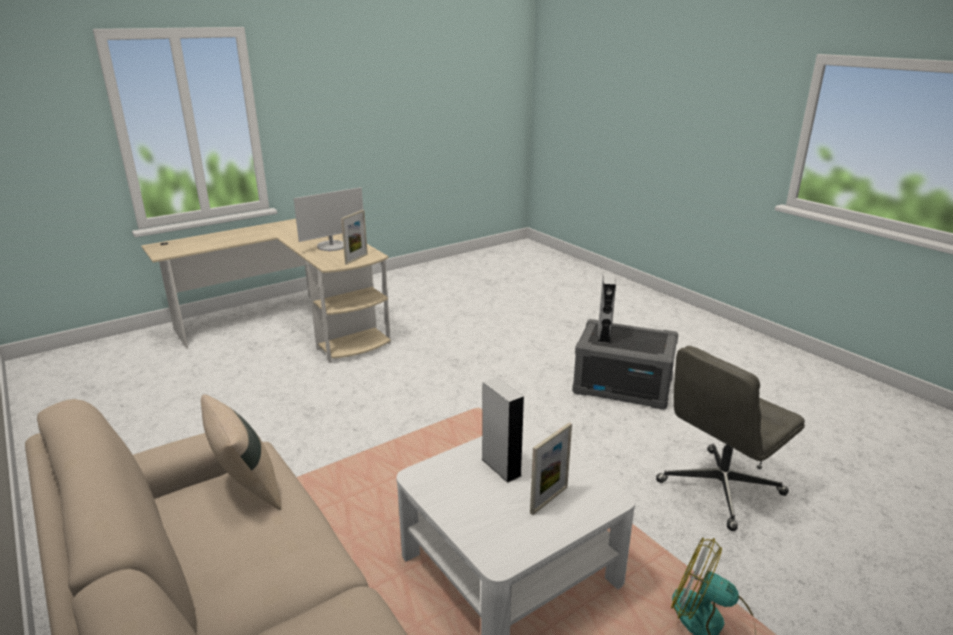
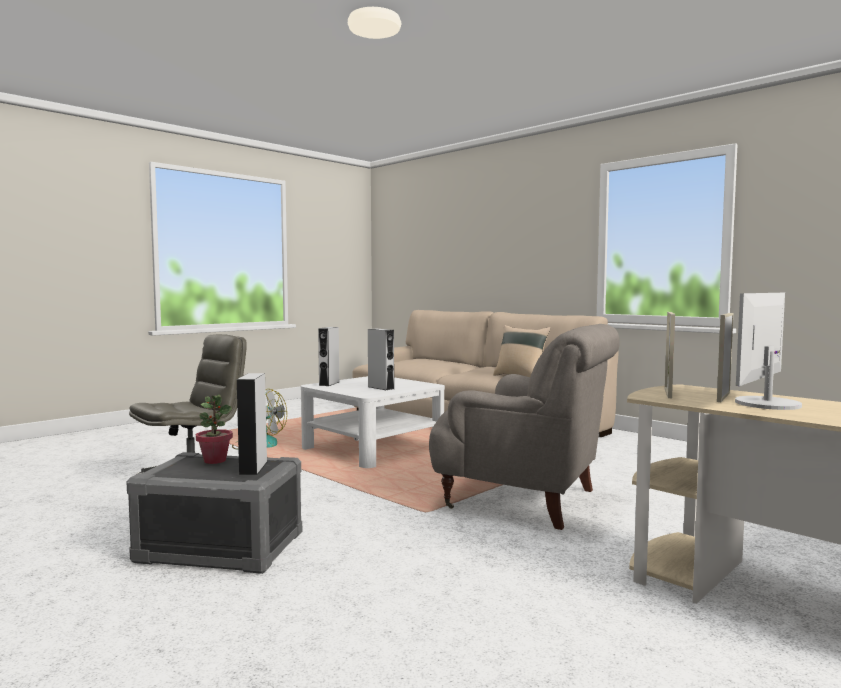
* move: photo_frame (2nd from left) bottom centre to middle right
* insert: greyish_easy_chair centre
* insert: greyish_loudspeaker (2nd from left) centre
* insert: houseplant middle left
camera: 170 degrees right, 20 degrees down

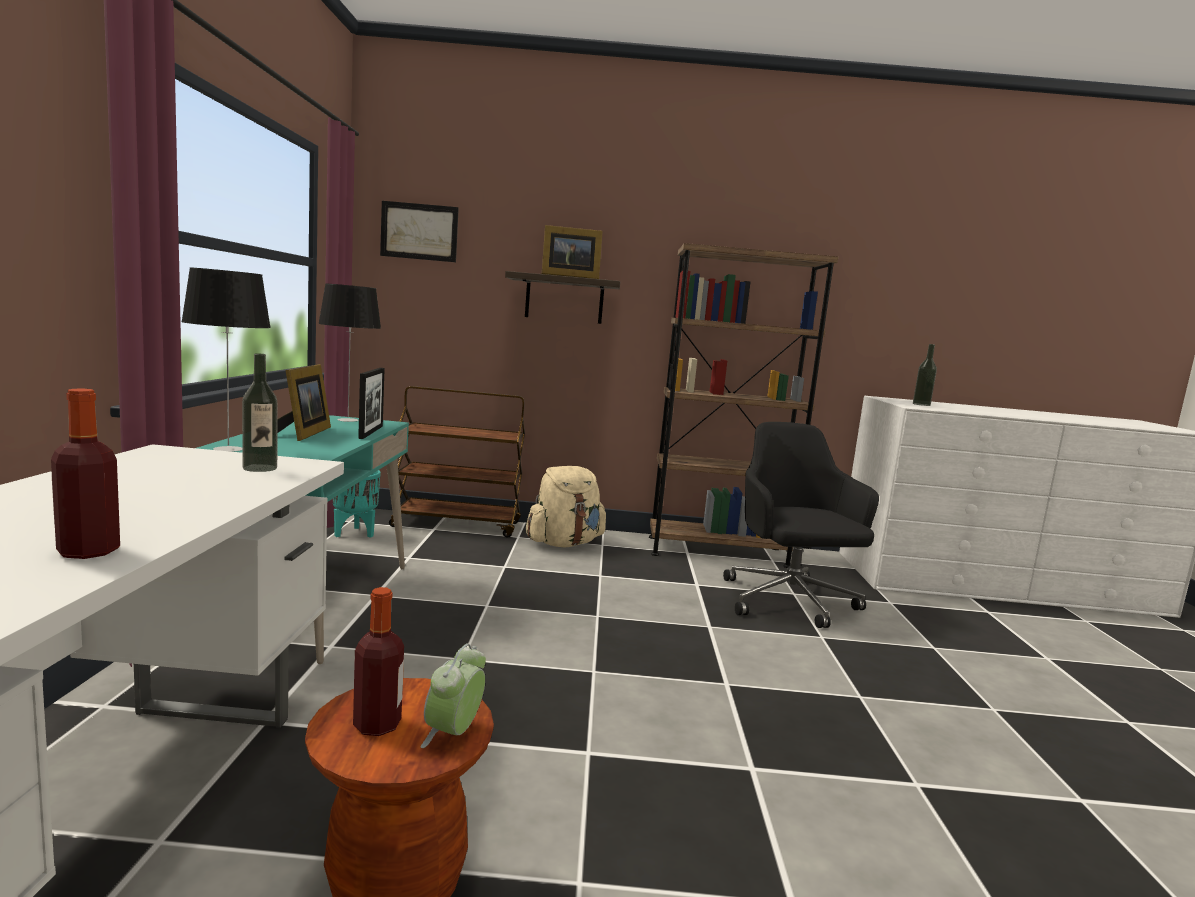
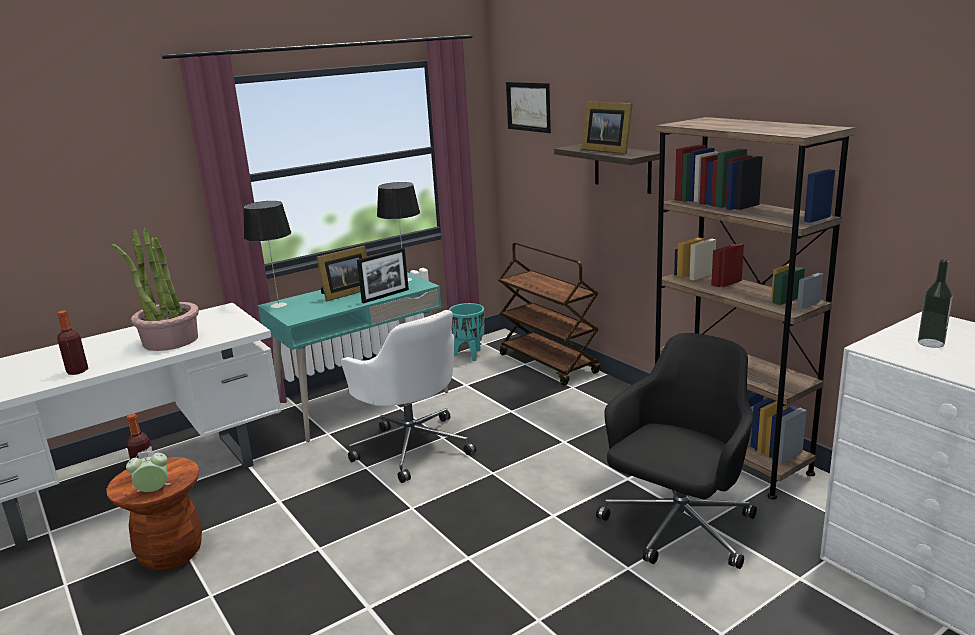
* delete: drink_bottle (2nd from left) middle left
* delete: beige_knapsack centre
* insert: houseplant middle left
* insert: whitish_computer_chair centre
camera: 55 degrees right, 10 degrees up

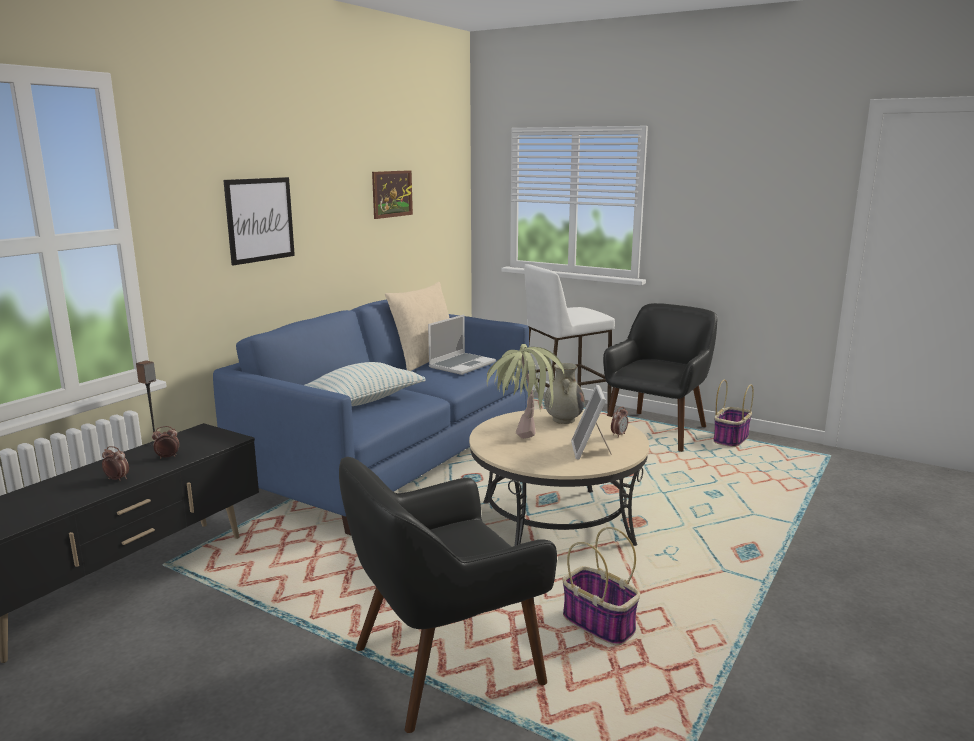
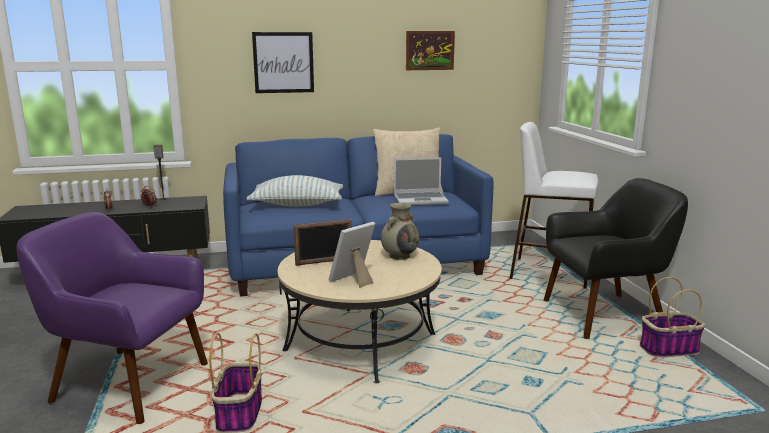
* replace: houseplant centre to photo_frame (1st from left) centre
* delete: bedside_clock (3rd from left) centre
* recolor: blackish_easy_chair (1st from left) bottom centre to purple_easy_chair bottom left
camera: 45 degrees right, 0 degrees up

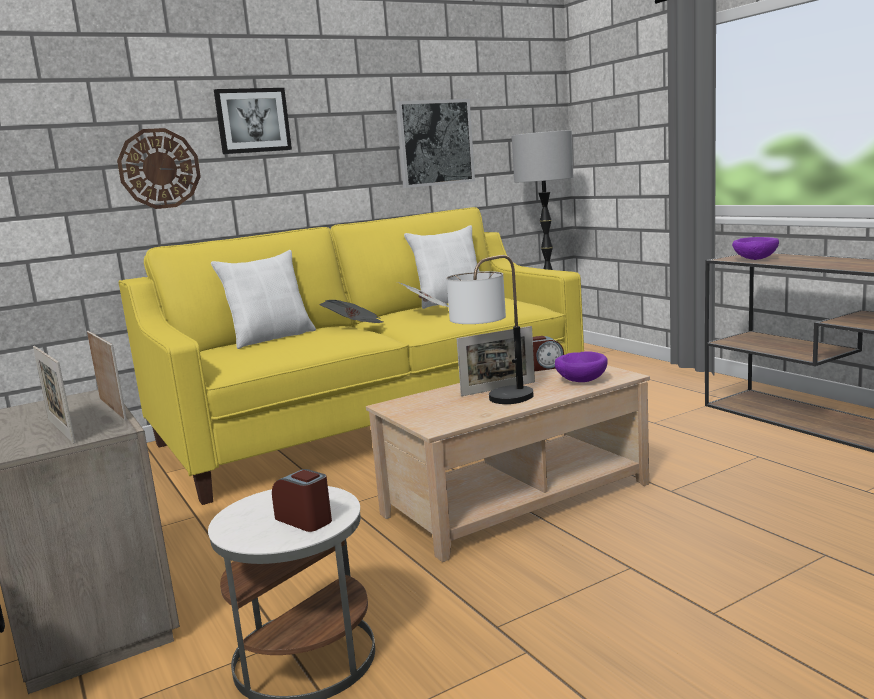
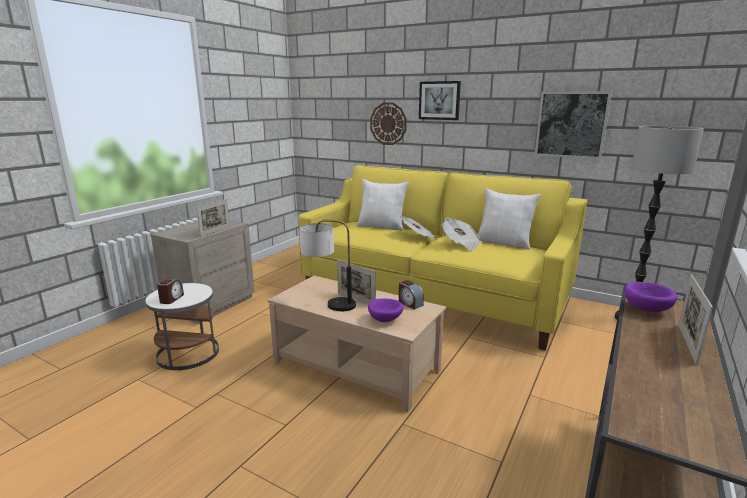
* move: photo_frame (1st from left in the first image) middle left to photo_frame (3rd from left) middle right
camera: 60 degrees right, 5 degrees up

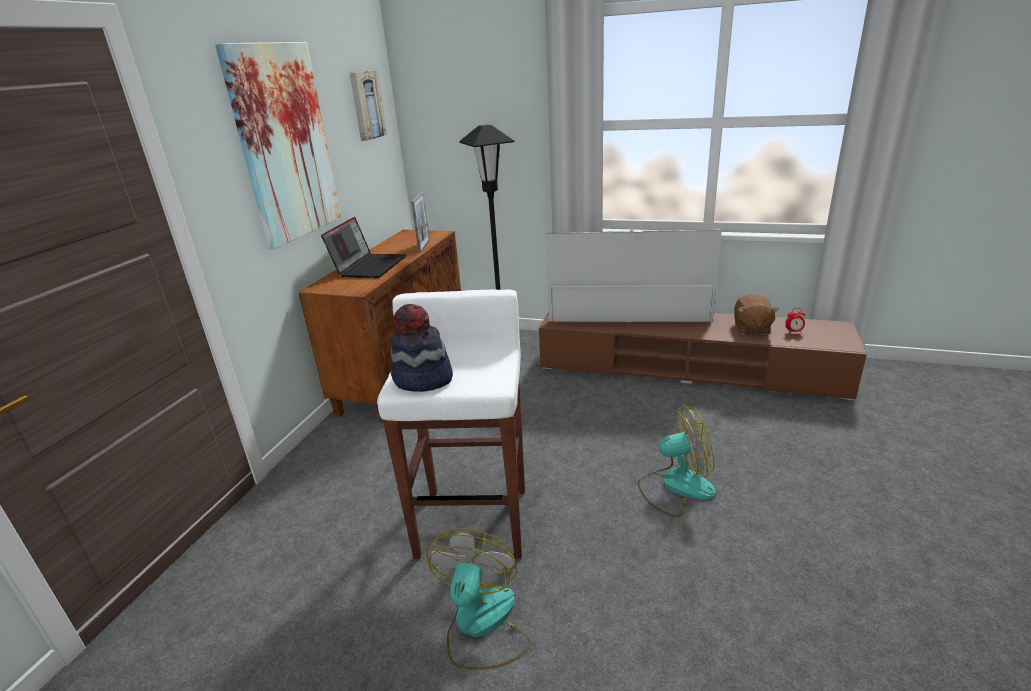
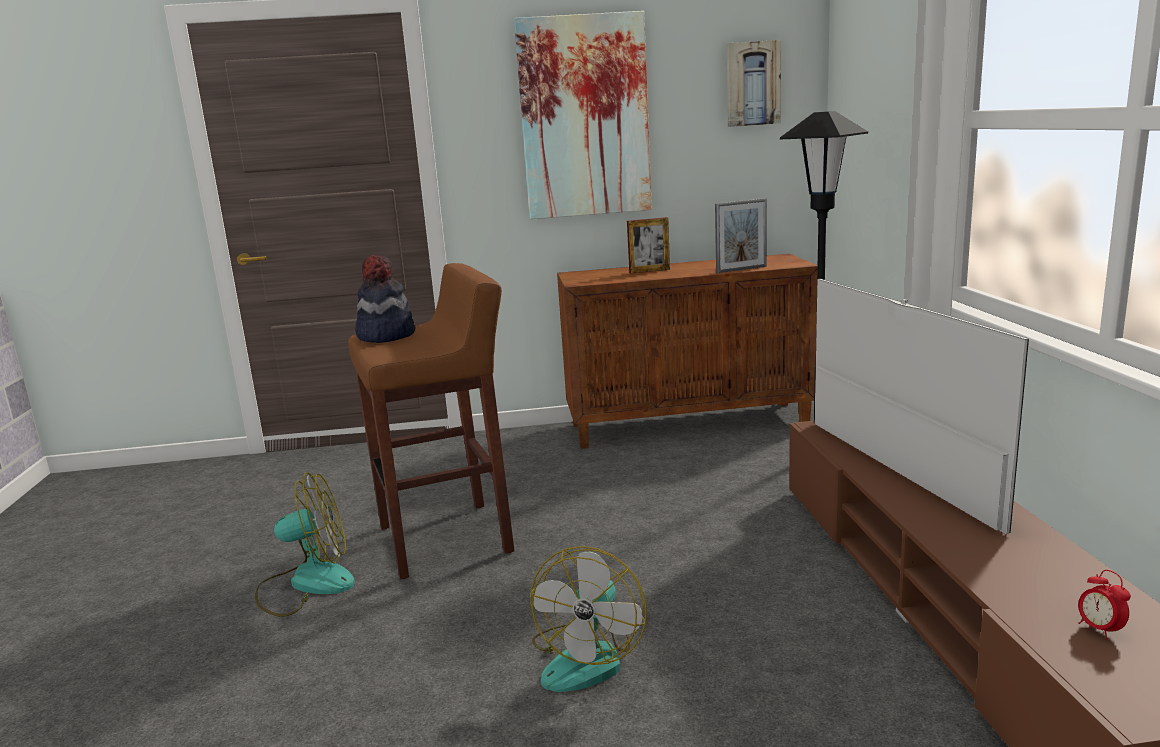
* replace: laptop centre to photo_frame (1st from left) top centre
* recolor: whitish_stool_seat centre to brown_stool_seat centre
* delete: brown_cuddly_toy middle right
* rotate: electric_fan (2nd from left) bottom centre = bottom centre 45 degrees clockwise
camera: 65 degrees right, 10 degrees down

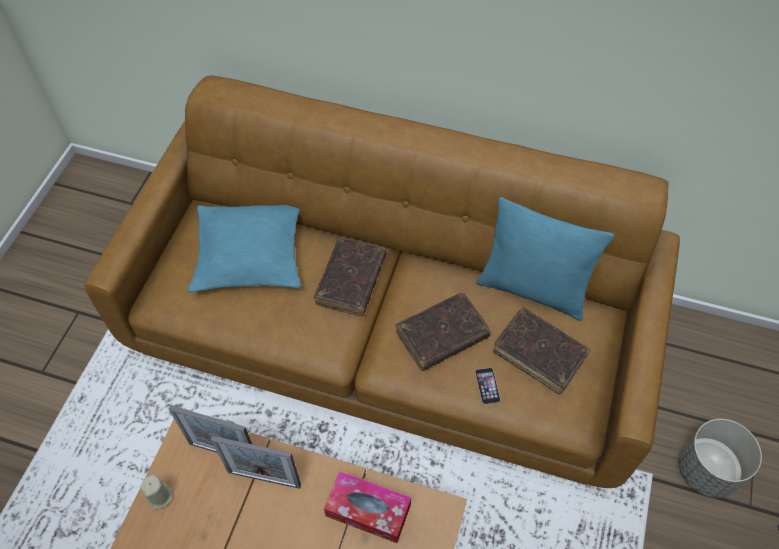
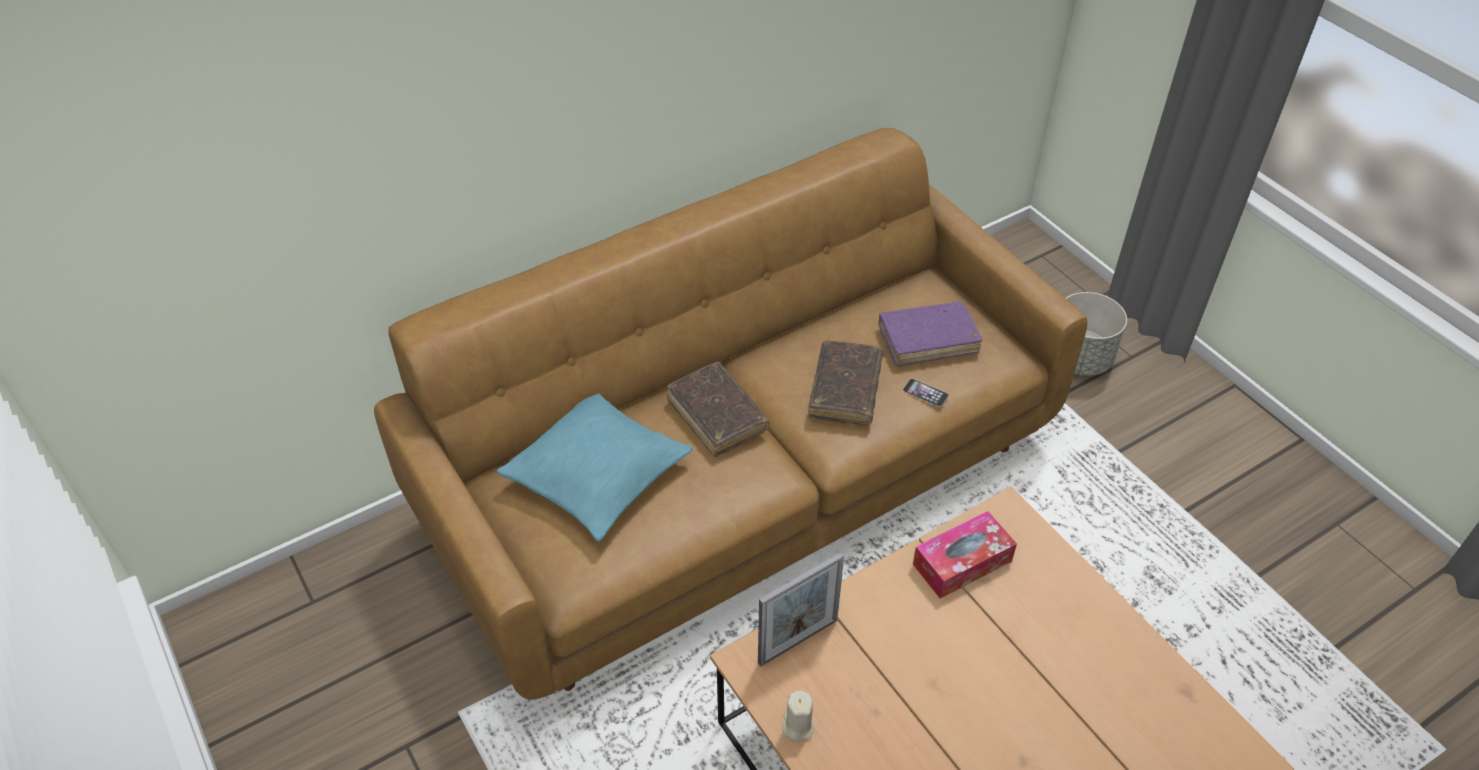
* delete: turquoise-coloured_cushion (2nd from left) middle right
* recolor: brown_bound_book (3rd from left) middle right to purple_bound_book centre
* delete: photo_frame (2nd from left) bottom left
camera: 50 degrees left, 10 degrees down

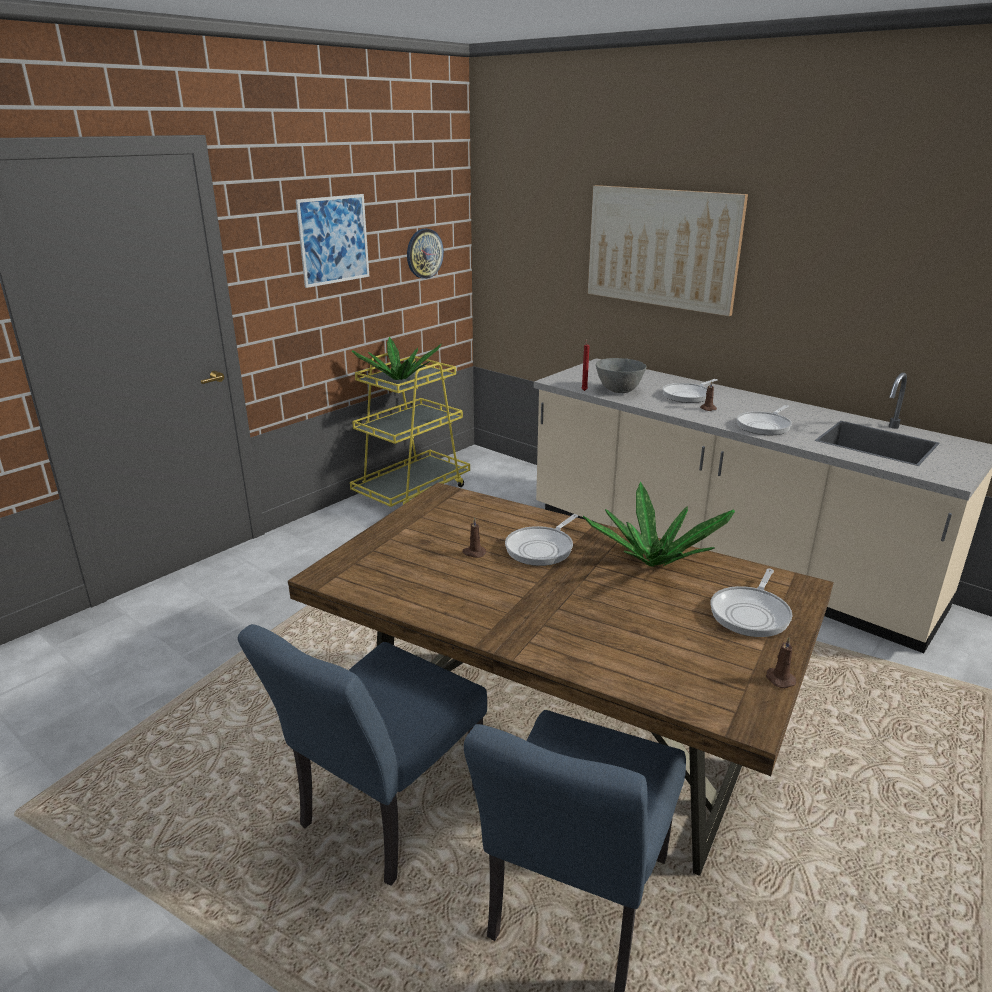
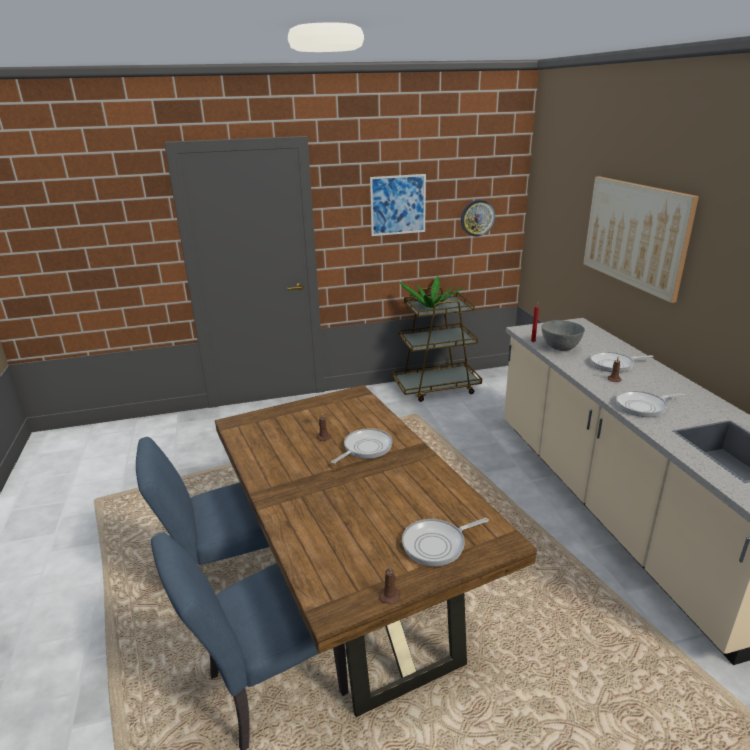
* recolor: yellowish_cart centre to brown_cart centre
* delete: houseplant (2nd from left) centre
* rotate: pan (1st from left) centre = centre 150 degrees clockwise
camera: 35 degrees right, 0 degrees up

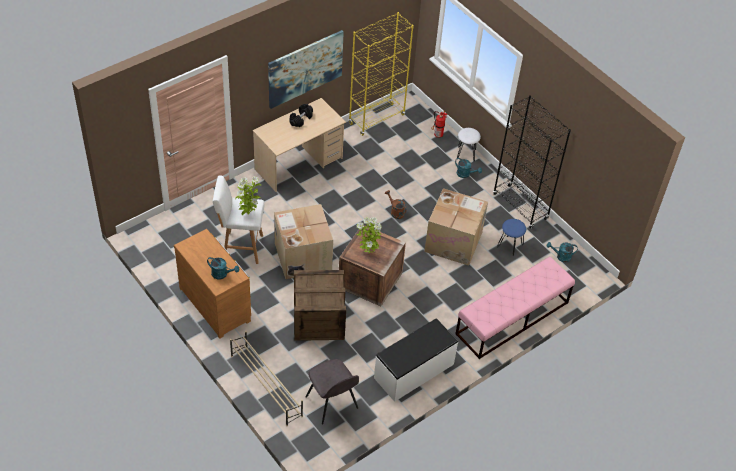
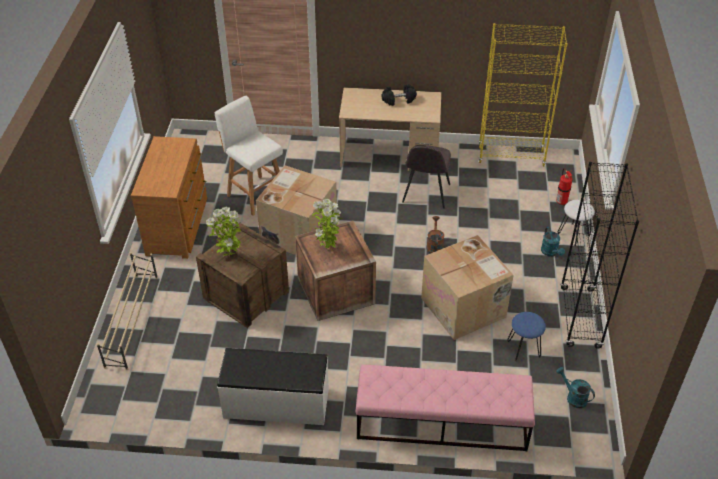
* delete: wall_art top centre
* move: houseplant (1st from left) centre to middle left
* delete: turquoise-coloured_sprinkling_can (1st from left) middle left
* move: greyish_upright_chair bottom centre to centre
camera: 45 degrees right, 5 degrees down

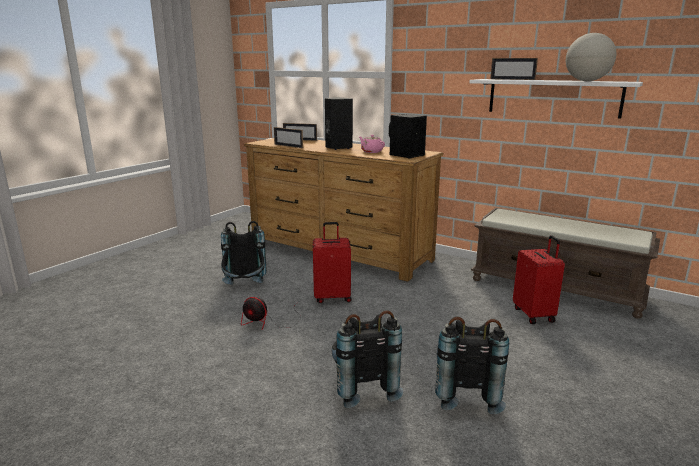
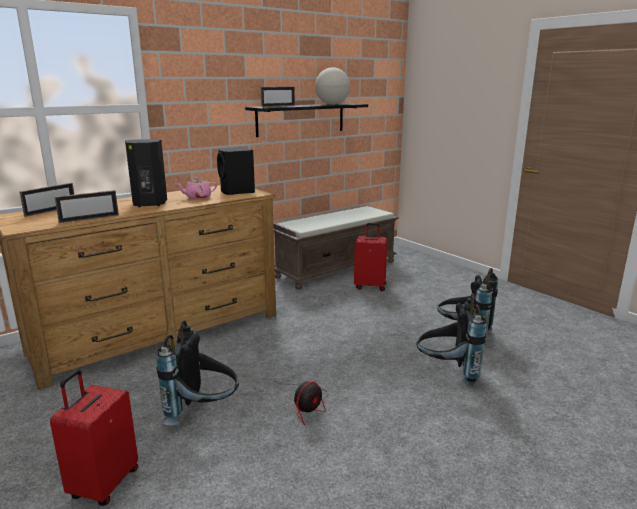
* recolor: whitish_wall_shelf top right to blackish_wall_shelf top centre
* move: red-coloured_travel_case (1st from left) centre to bottom left
camera: 70 degrees left, 0 degrees up

